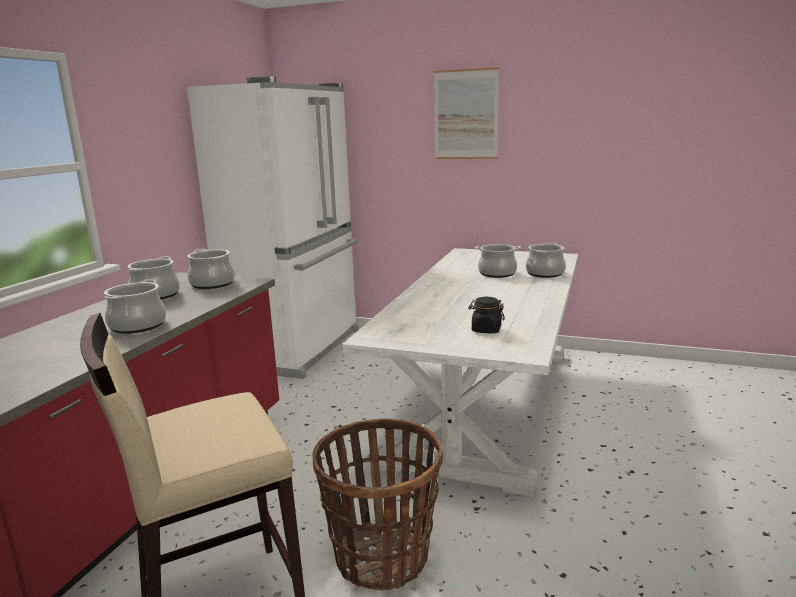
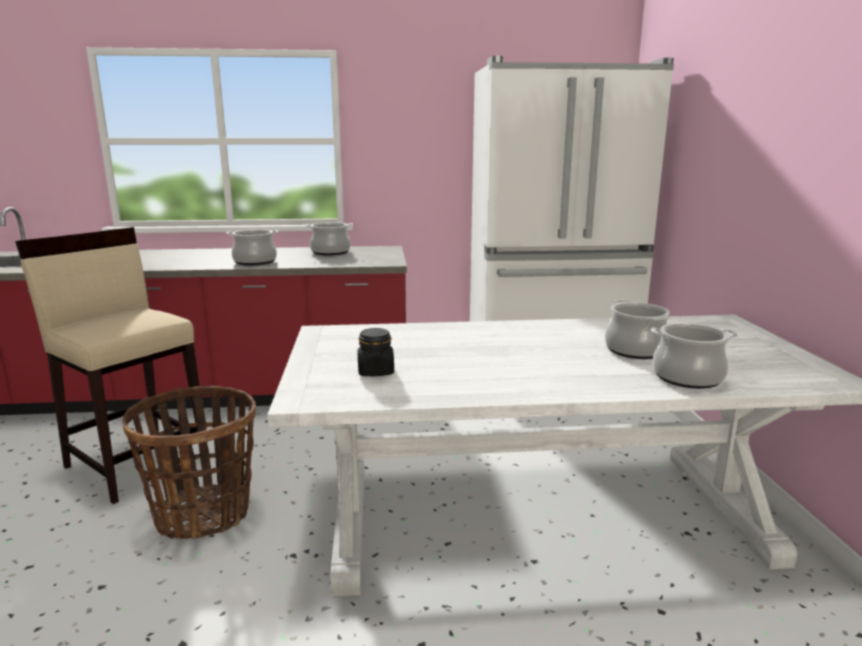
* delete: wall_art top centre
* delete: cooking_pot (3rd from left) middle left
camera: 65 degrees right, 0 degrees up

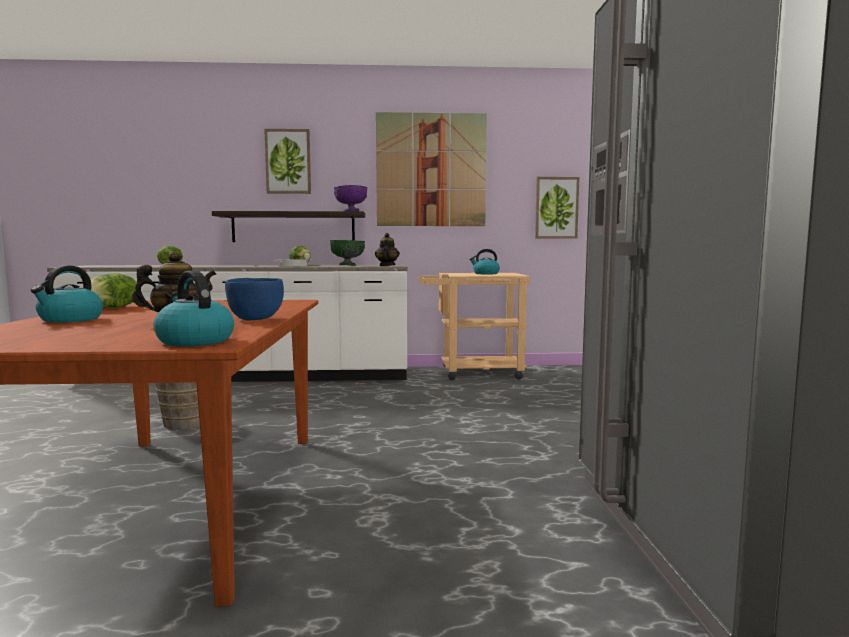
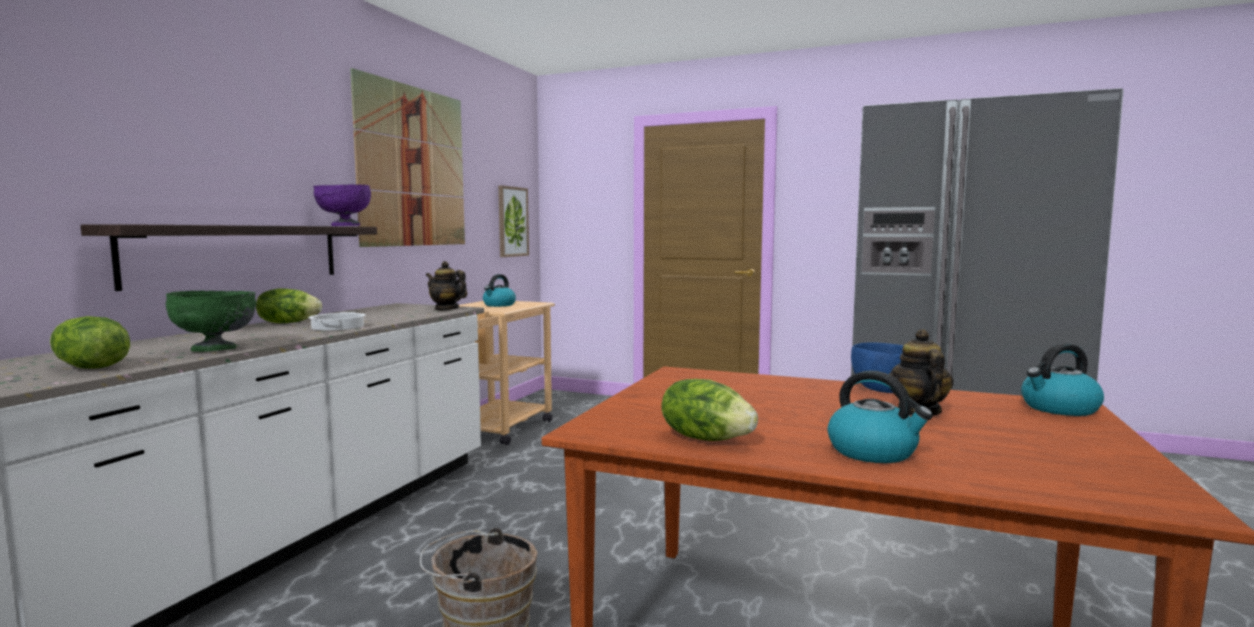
* delete: wall_art (1st from left) top centre
* move: green-coloured_serving_bowl centre to middle left
camera: 65 degrees left, 0 degrees up

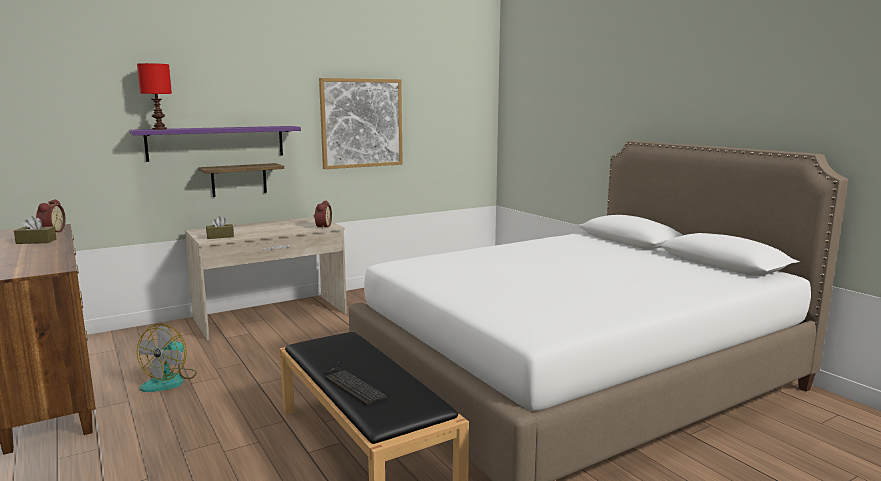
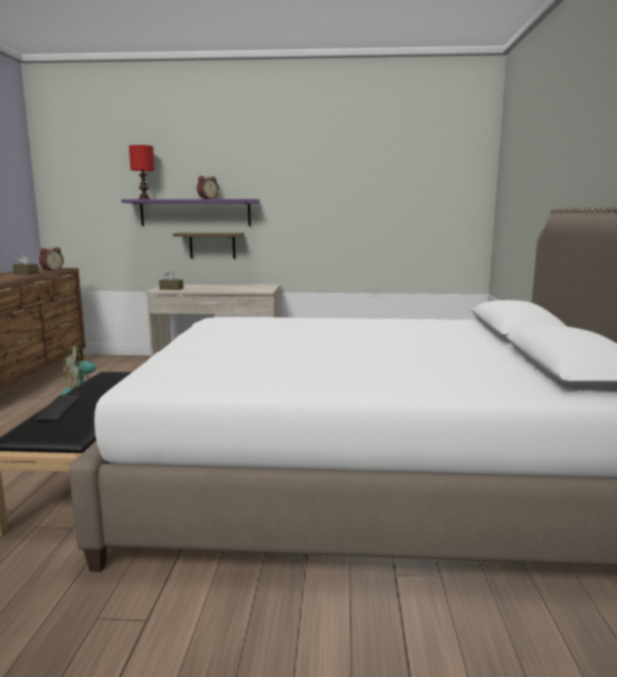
* delete: wall_art top centre
* move: bedside_clock (2nd from left) centre to top centre
camera: 35 degrees right, 0 degrees up

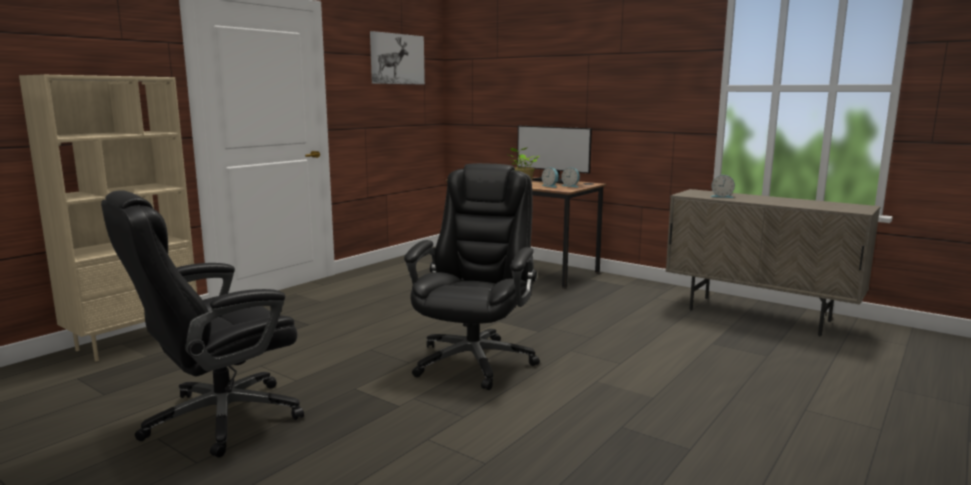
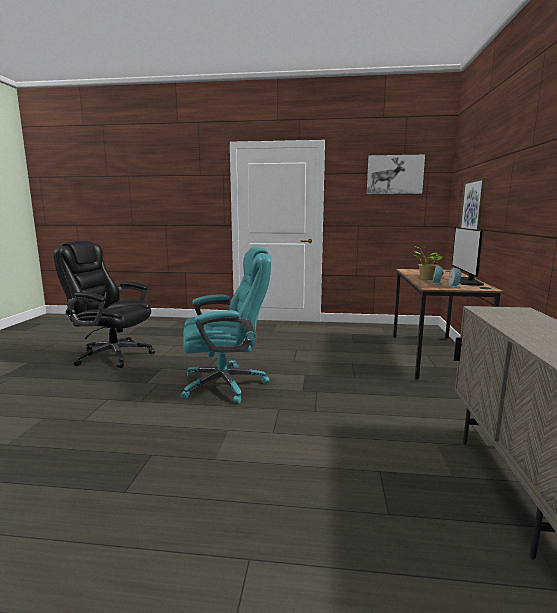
* delete: beige_shelving_unit middle left
* recolor: blackish_computer_chair (2nd from left) centre to turquoise-coloured_computer_chair centre
* delete: bedside_clock (3rd from left) middle right
* insert: wall_art (2nd from left) top right
camera: 60 degrees right, 0 degrees up

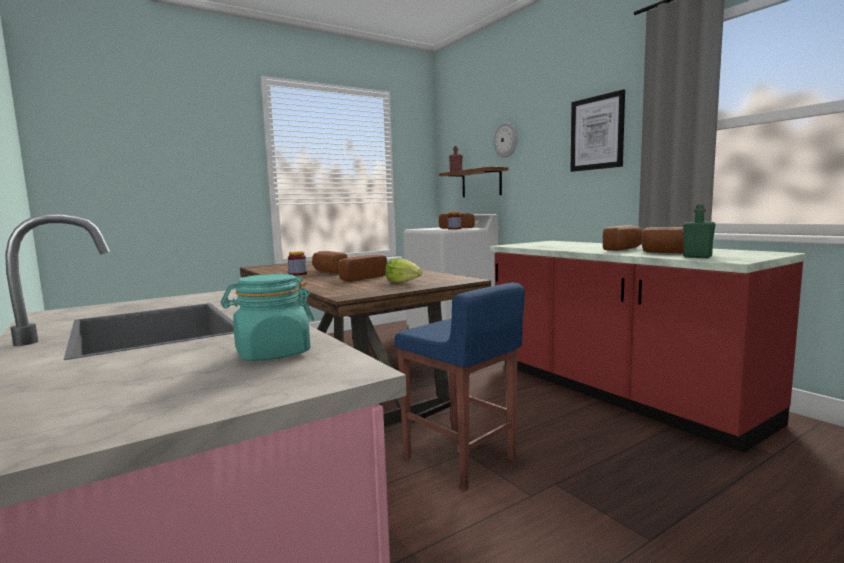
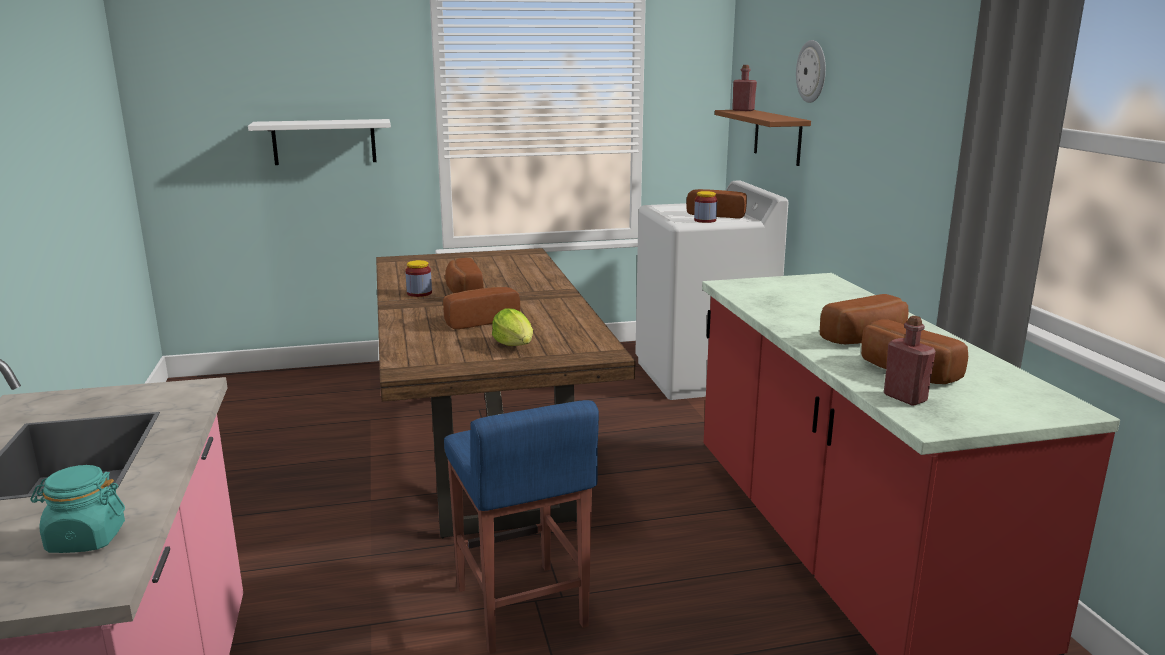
* delete: wall_art top right
* recolor: green-coloured_drink_bottle middle right to red-coloured_drink_bottle (2nd from left) middle right
* insert: whitish_wall_shelf top left
camera: 20 degrees right, 10 degrees up

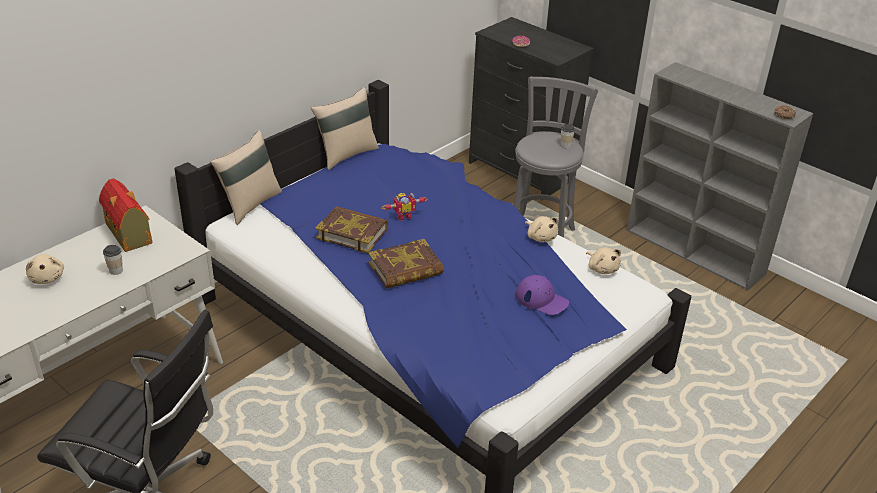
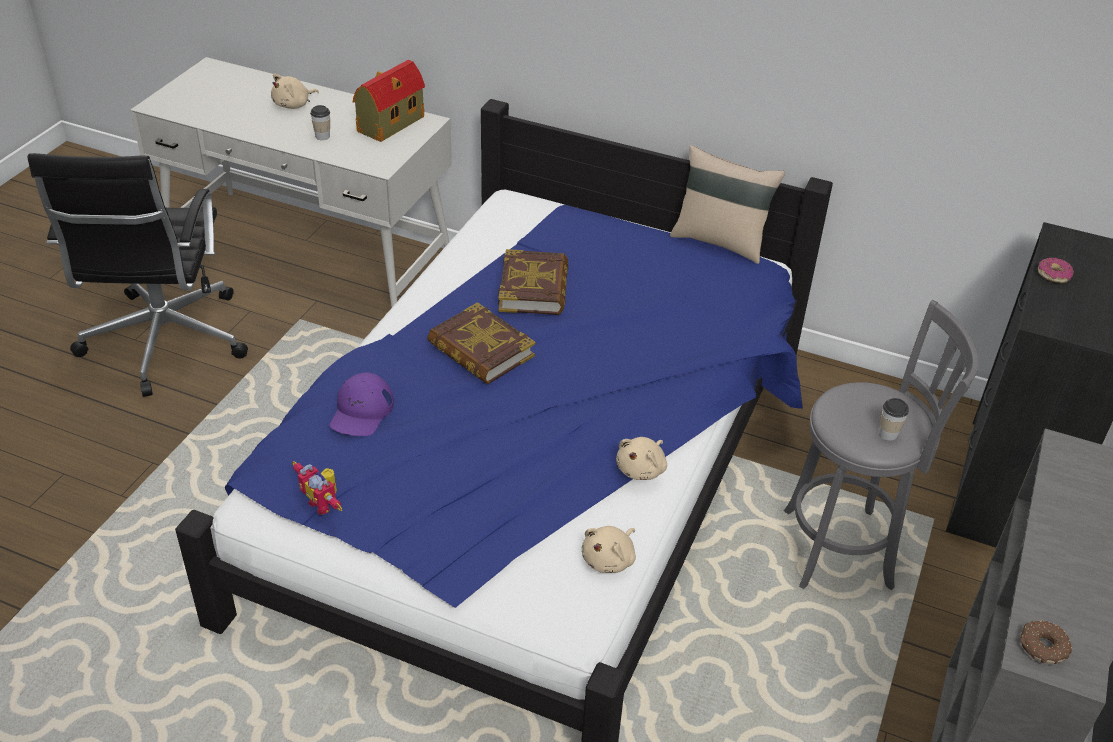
* delete: beige_cushion (1st from left) middle left
* move: toy_robot centre to middle left
* move: purple_baseball_cap centre to middle left
camera: 70 degrees right, 5 degrees up

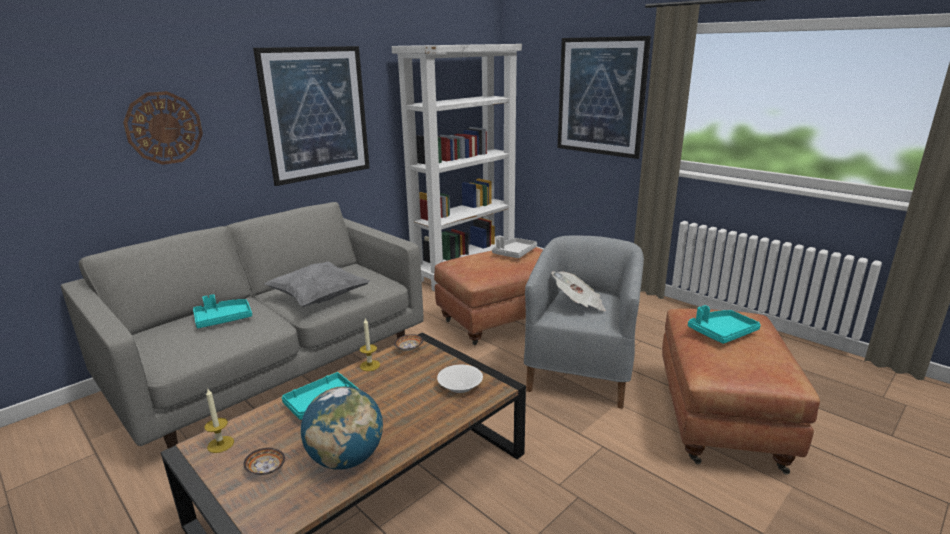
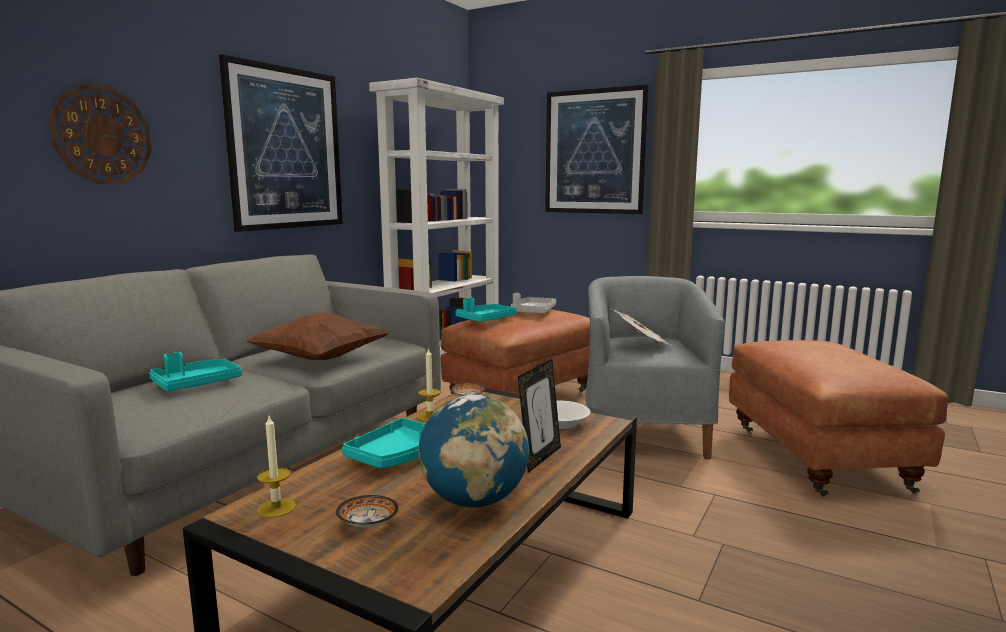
* recolor: greyish_cushion centre to brown_cushion middle left
* move: turquoise-coloured_serving_tray (3rd from left) middle right to centre
* insert: photo_frame centre
camera: 15 degrees left, 10 degrees down

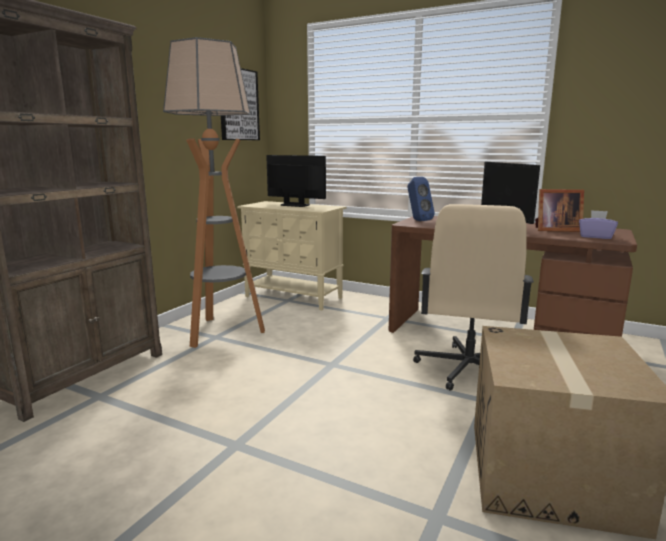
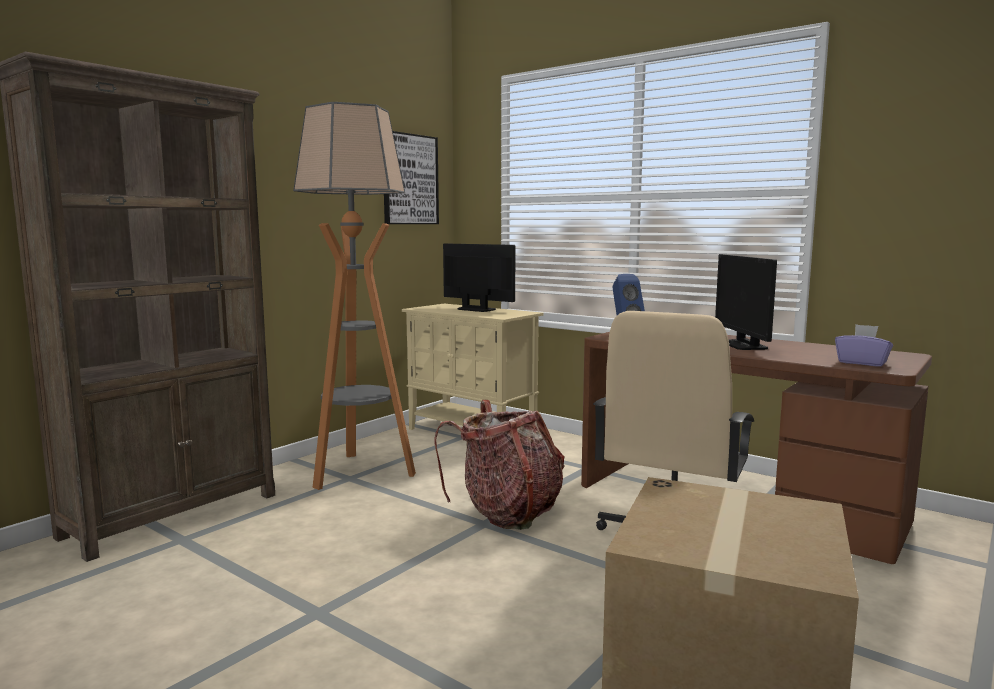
* delete: photo_frame middle right
* insert: knapsack bottom centre
camera: 10 degrees right, 5 degrees down

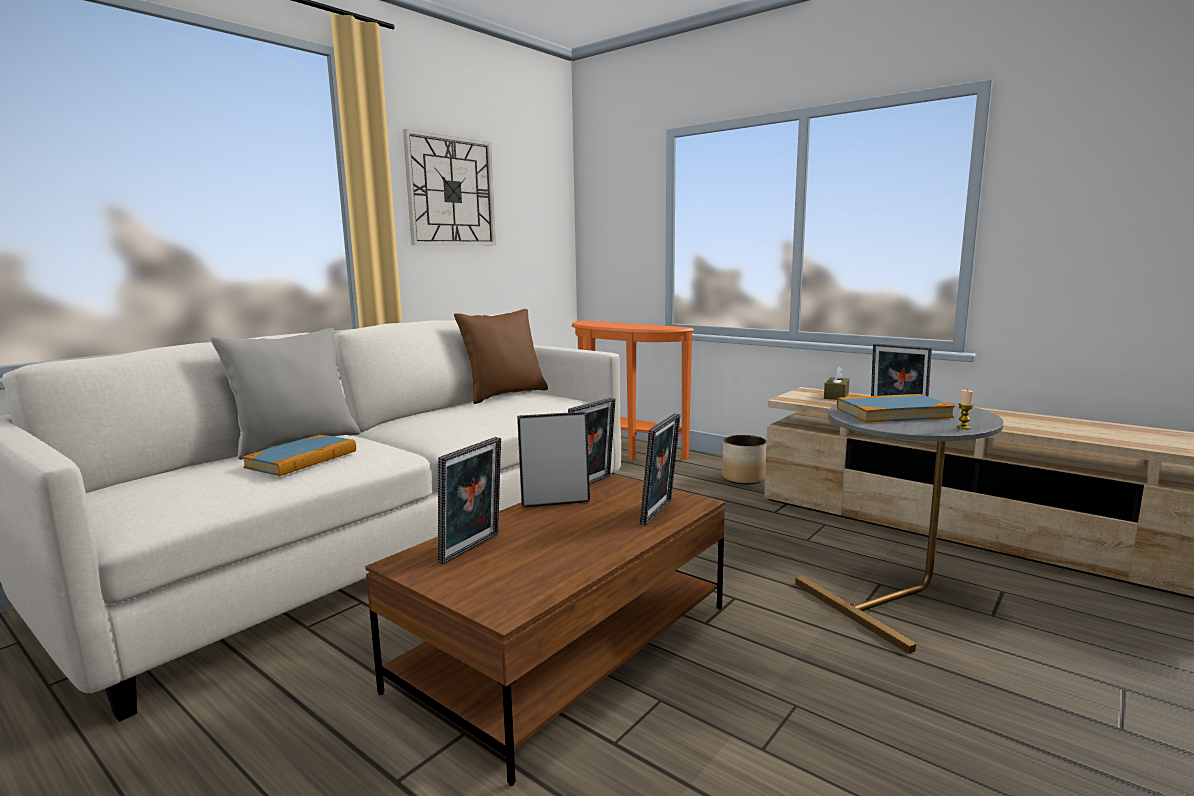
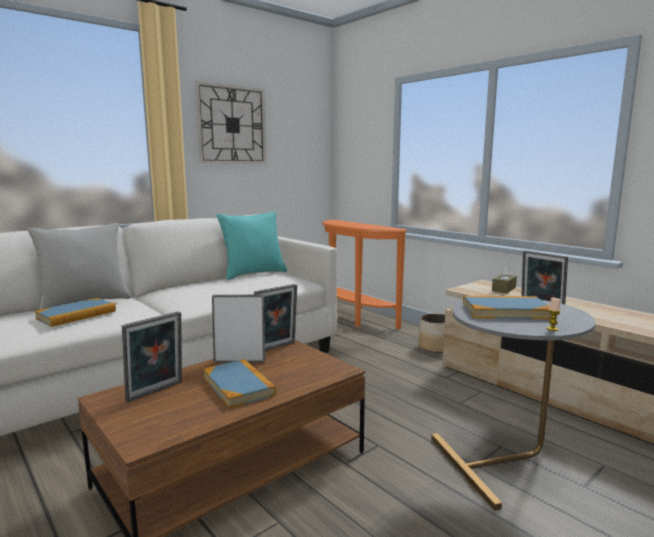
* recolor: brown_cushion centre to turquoise-coloured_cushion centre
* delete: photo_frame (4th from left) centre
* insert: bound_book (2nd from left) bottom centre
camera: 10 degrees right, 0 degrees up

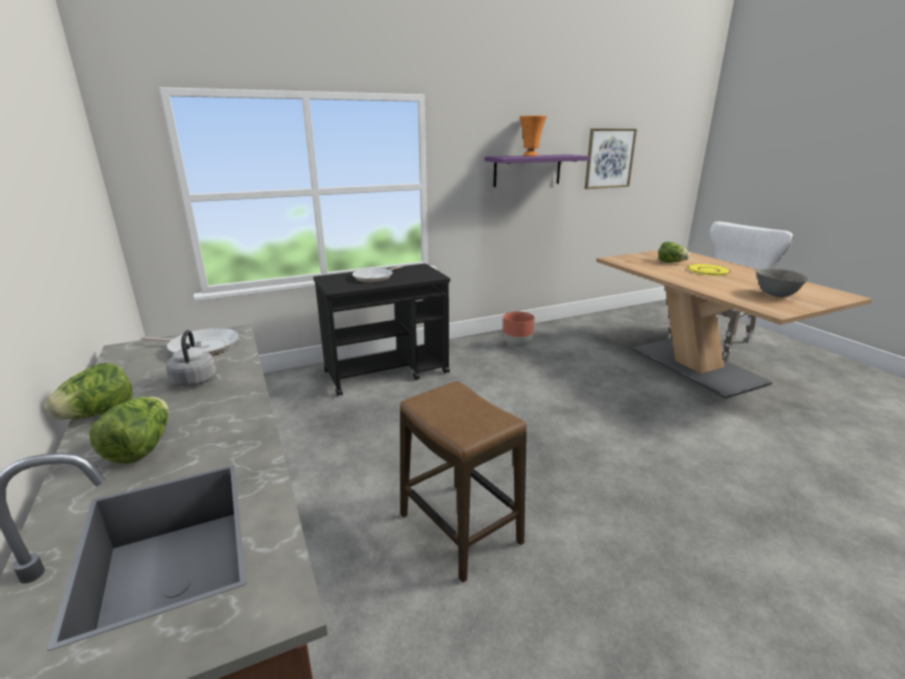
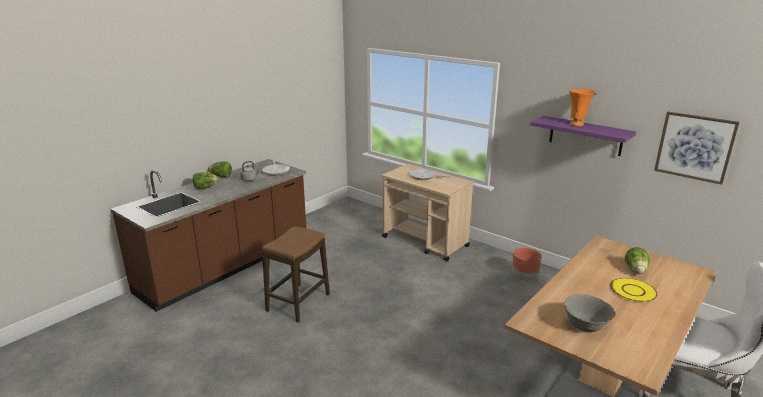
* recolor: blackish_cart centre to beige_cart centre
camera: 65 degrees right, 0 degrees up

